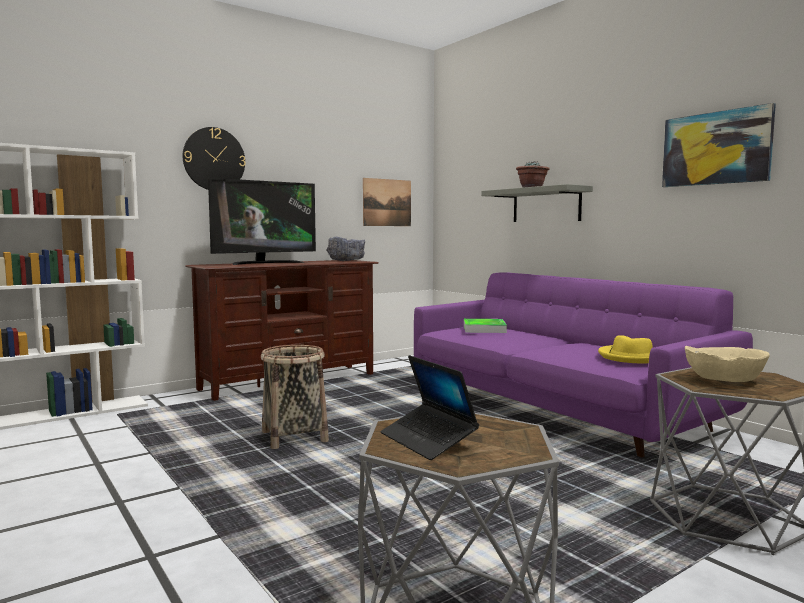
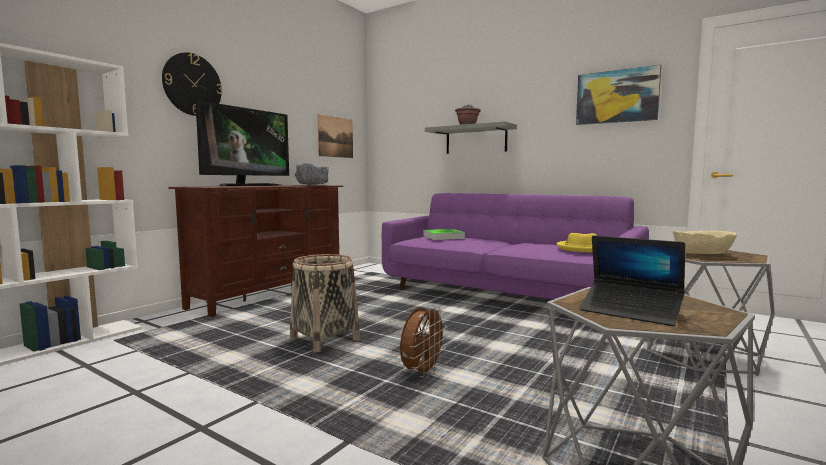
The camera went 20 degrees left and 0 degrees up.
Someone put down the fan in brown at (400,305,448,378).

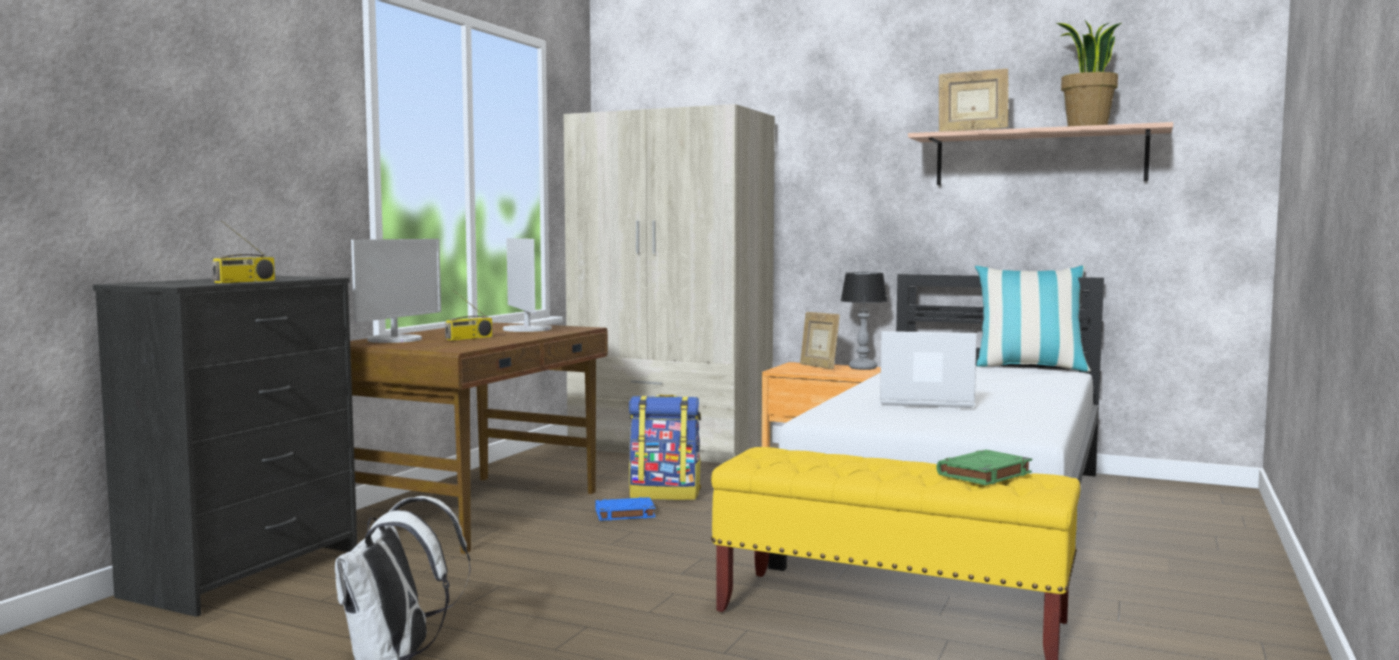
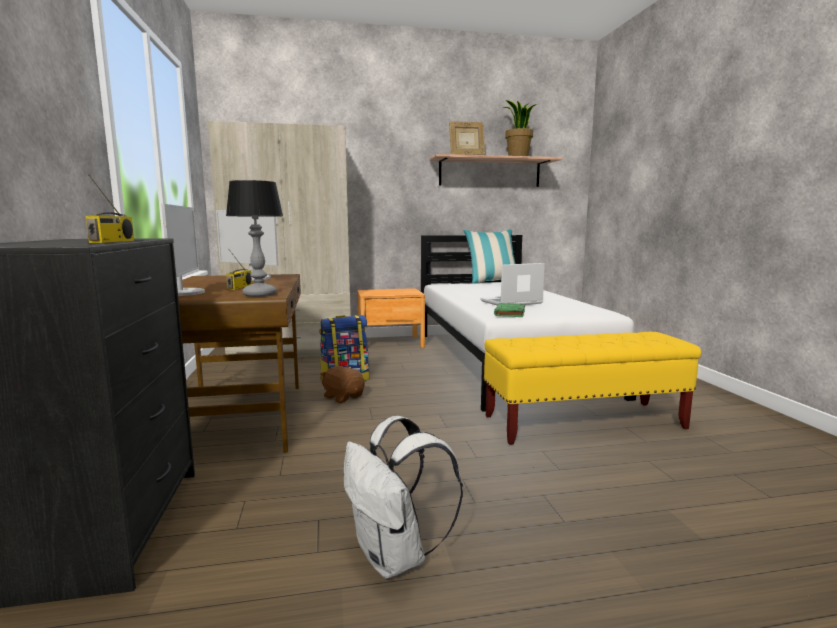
The camera went 35 degrees left and 5 degrees up.
Someone took away the picture frame at (800,312,840,369).
Someone carried the table lamp from (841,272,888,370) to (226,180,283,297).
Someone carried the book in green from (936,450,1032,485) to (494,303,525,317).
Someone swapped the book in blue at (595,497,656,521) for the plush toy in brown at (320,366,365,403).

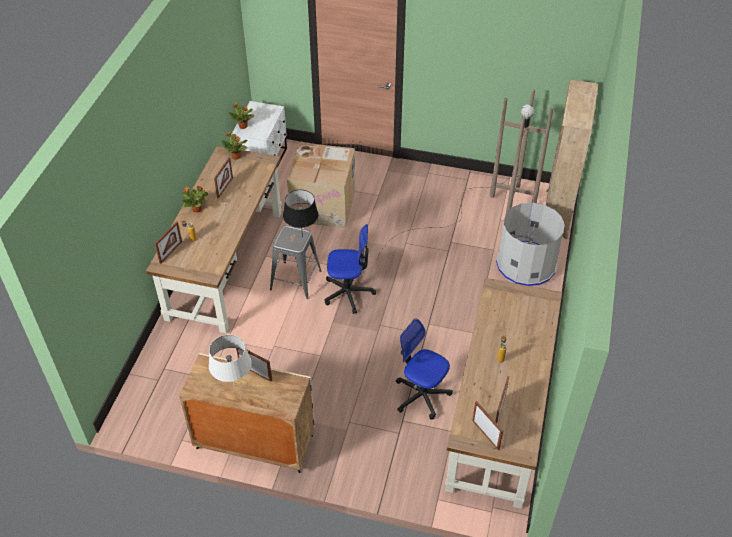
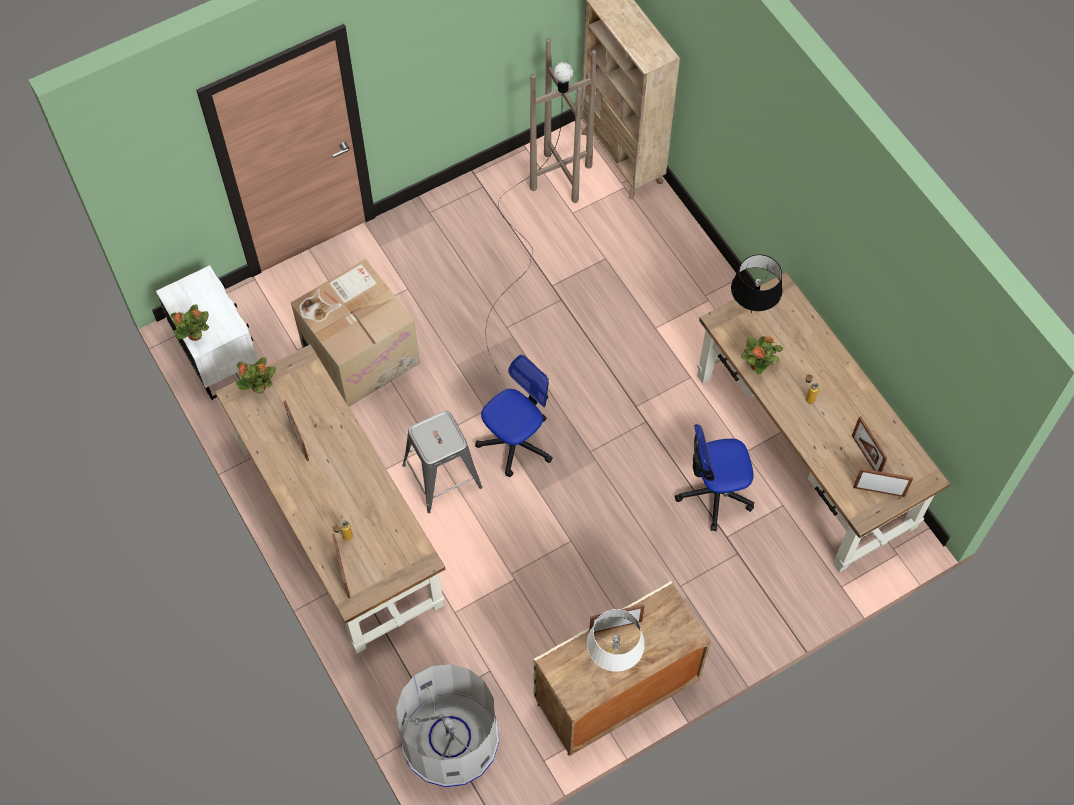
The camera went 45 degrees left and 15 degrees up.
Someone carried the potted plant from (182,186,208,212) to (741,336,783,375).
Someone carried the table lamp in black from (283,190,318,238) to (731,254,782,313).
Someone carried the trash can in grey from (496,203,565,286) to (396,664,499,787).

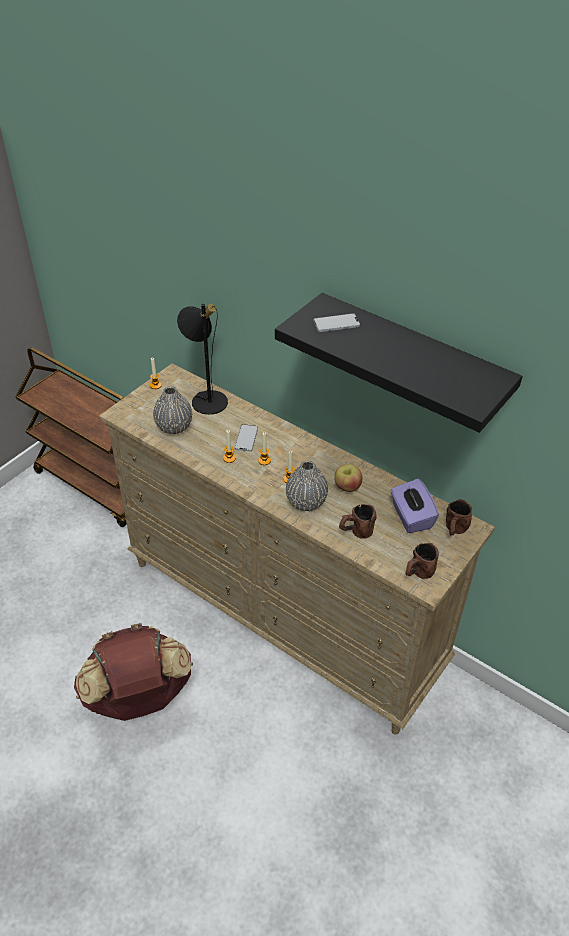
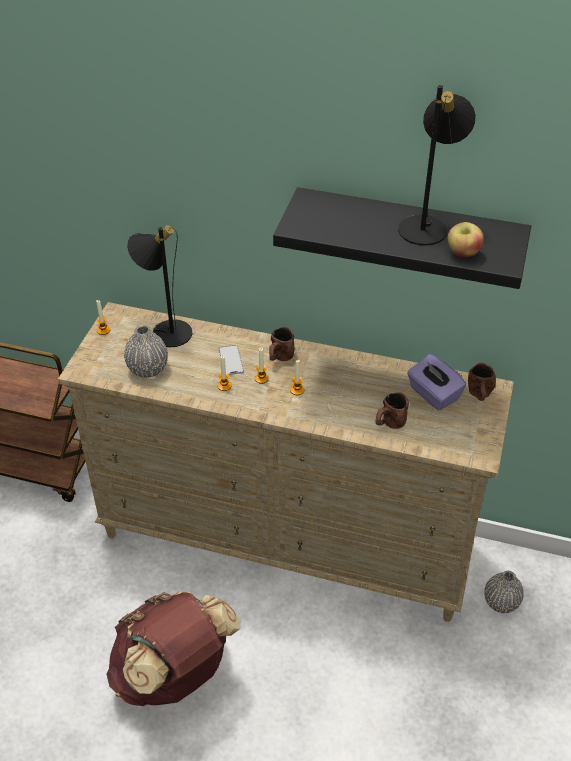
The camera went 20 degrees left and 0 degrees up.
Someone took away the phone at (313,313,360,332).
Someone put down the table lamp in black at (398,85,476,246).
Someone carried the vase in grey from (286,460,328,511) to (484,571,524,613).
Someone carried the apple from (334,464,362,492) to (447,222,484,257).
Someone carried the mug in brown from (405,543,439,579) to (269,326,295,361).

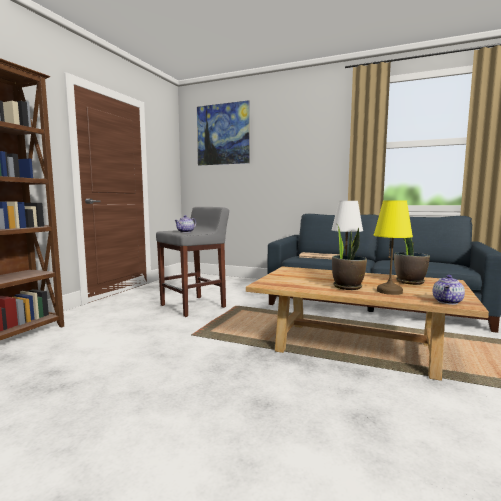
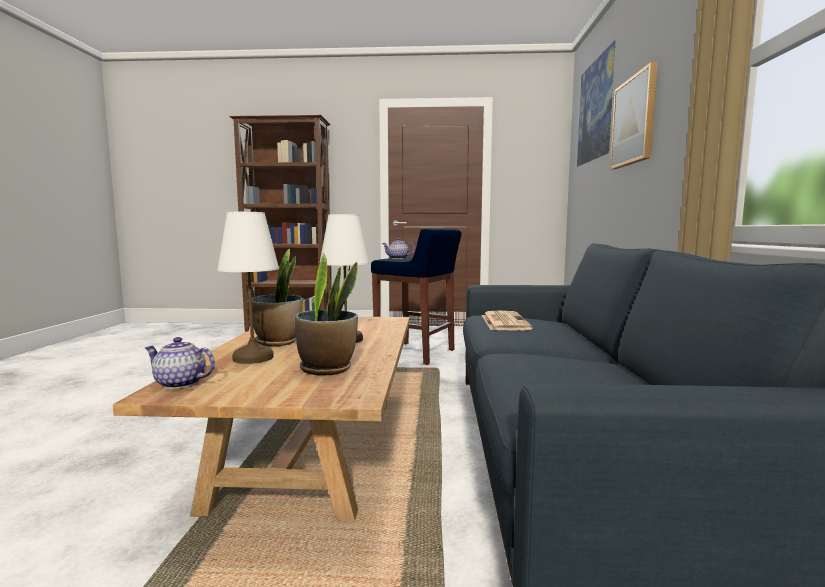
The camera went 70 degrees right and 0 degrees up.
Someone put up the picture at (610,62,658,169).
Someone repainted the stool in grey at (156,207,229,317), which became the stool in blue at (371,228,462,365).
Someone repainted the table lamp in yellow at (374,201,413,295), which became the table lamp in white at (217,212,279,364).

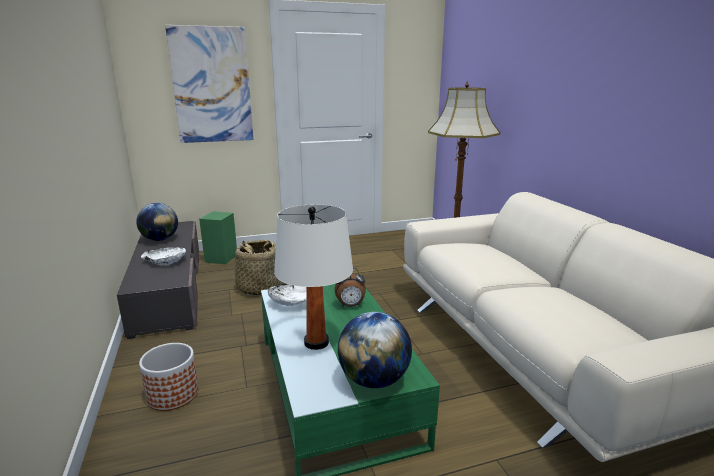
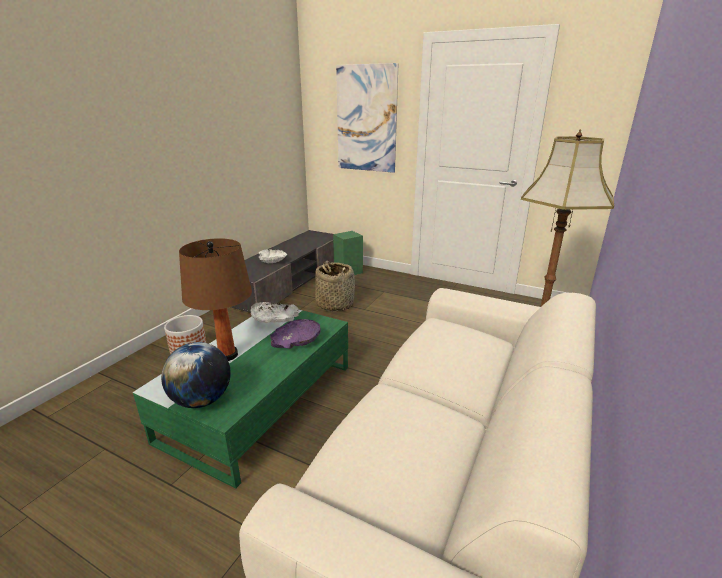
The camera went 45 degrees right and 5 degrees up.
Someone took away the globe at (136,203,178,241).
Someone swapped the alarm clock at (334,268,366,307) for the bowl in purple at (270,319,321,349).
Someone repainted the table lamp in white at (274,204,353,350), which became the table lamp in brown at (179,238,252,361).

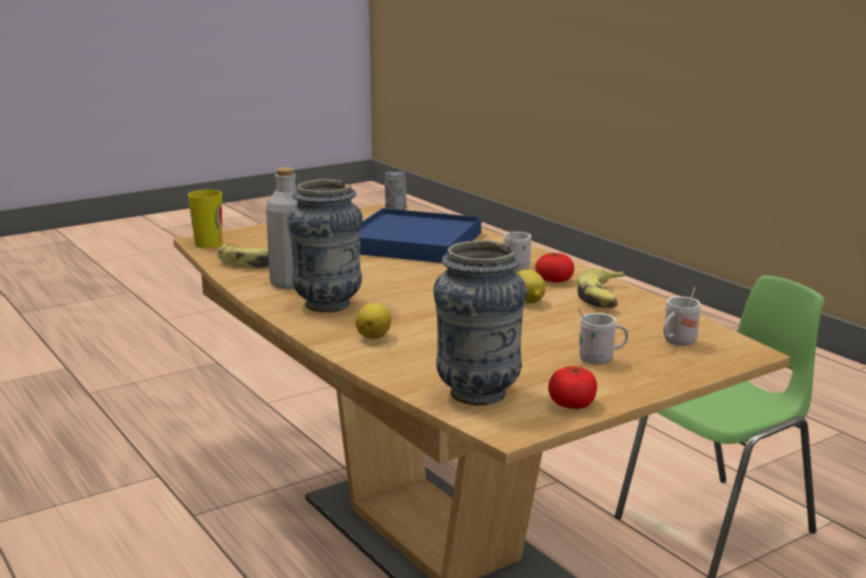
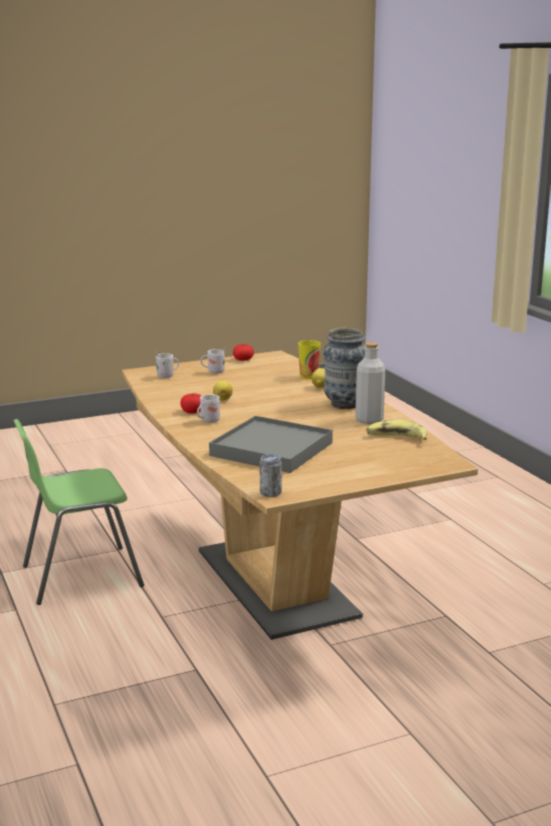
The camera went 170 degrees left and 0 degrees up.
Someone took away the vase at (433,240,527,405).
Someone took away the banana at (577,269,625,308).
Someone carried the cup from (188,190,222,248) to (298,340,321,379).
Someone repainted the tray in blue at (360,208,481,263), which became the tray in grey at (209,416,333,473).

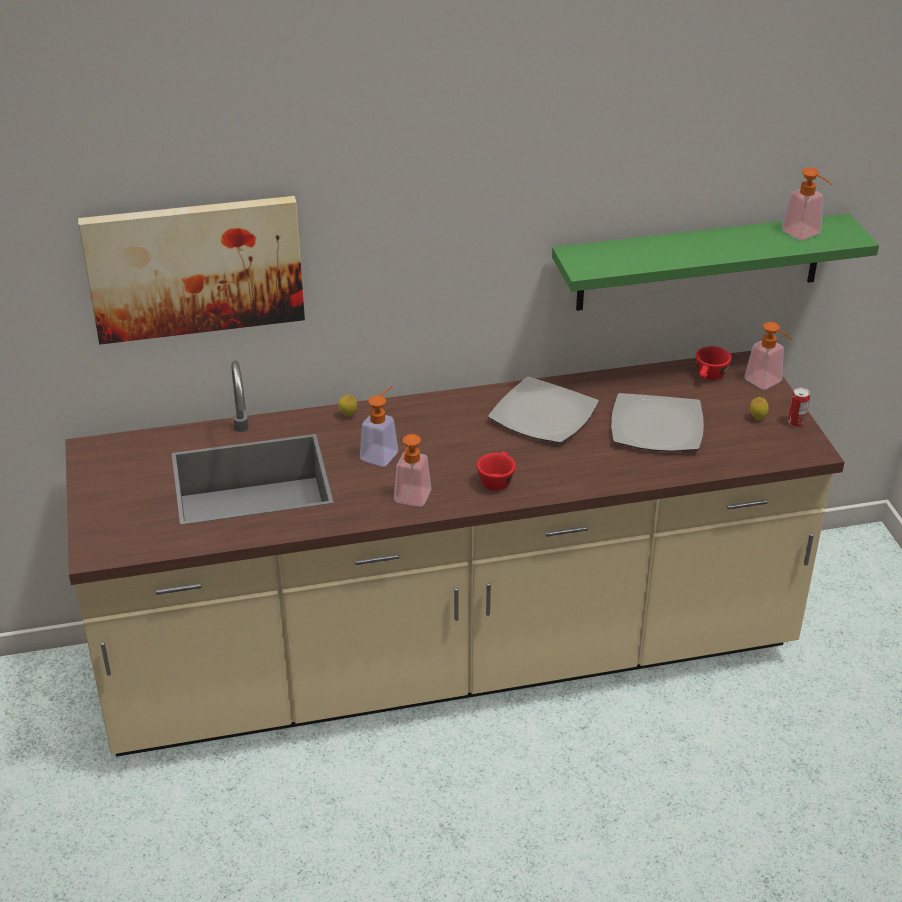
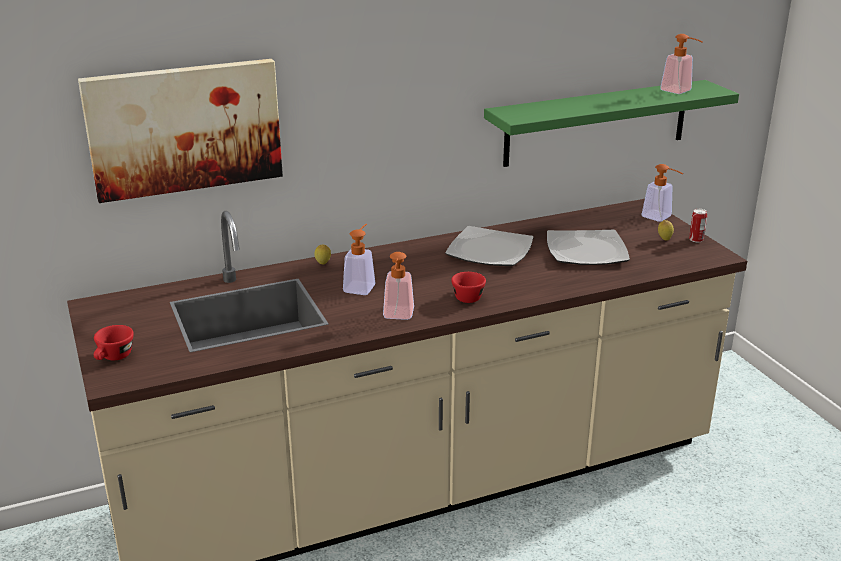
The camera went 10 degrees left and 10 degrees down.
Someone carried the cup in red from (696,346,731,380) to (94,325,134,360).

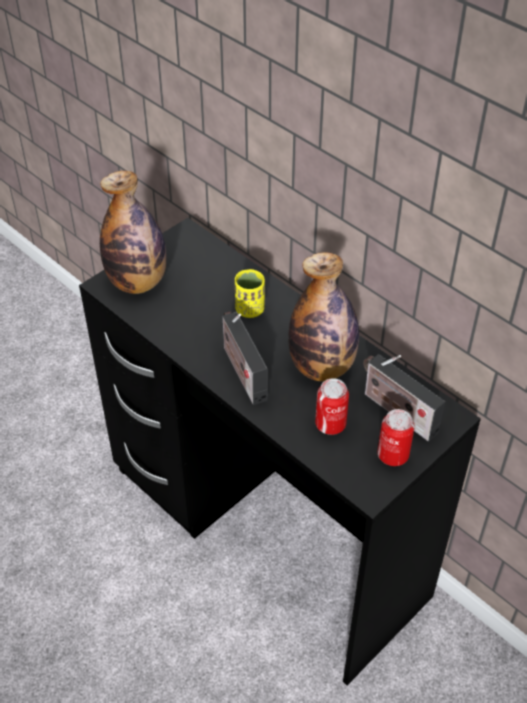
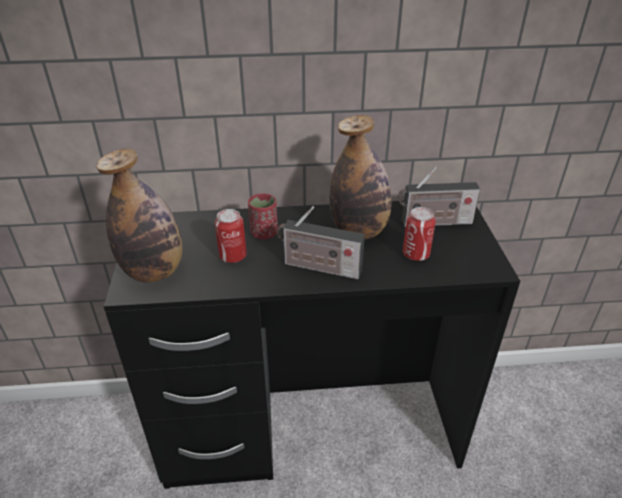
The camera went 50 degrees left and 10 degrees down.
Someone carried the can from (378,409,415,466) to (215,209,246,263).
Someone repainted the cup in yellow at (235,269,265,318), which became the cup in red at (248,193,278,240).

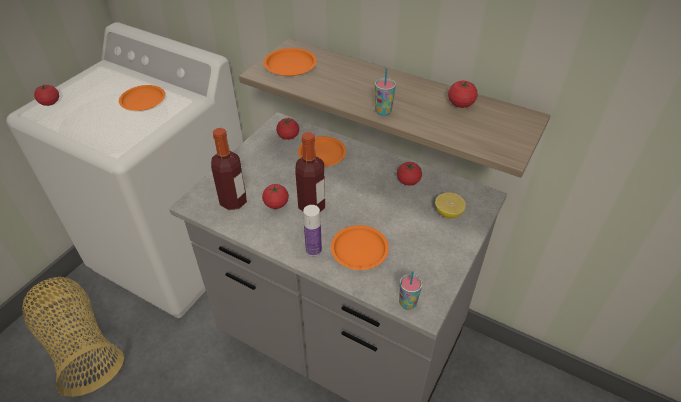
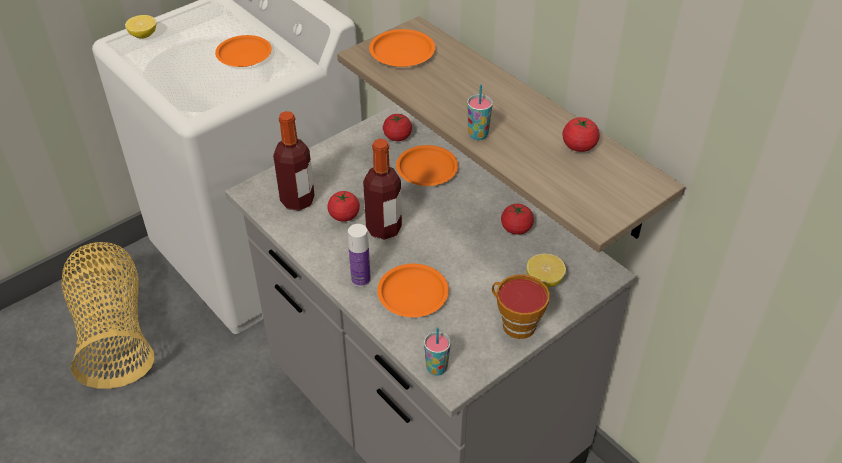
The camera went 20 degrees right and 0 degrees up.
Someone put down the cup at (492,274,550,339).
Someone swapped the tomato at (34,85,59,106) for the lemon at (125,15,156,39).

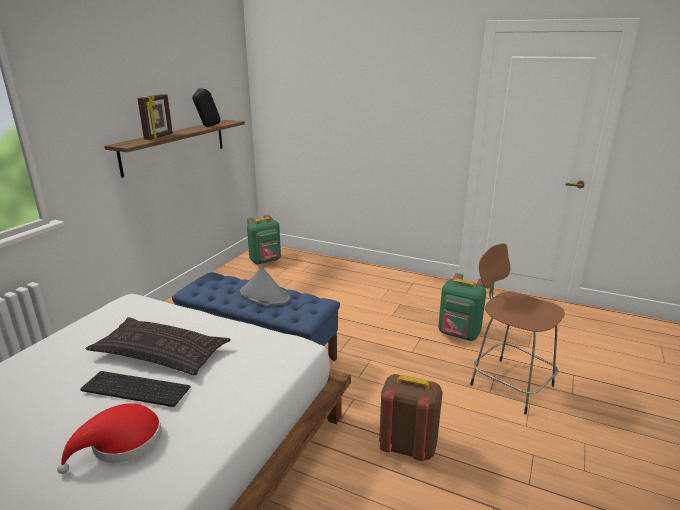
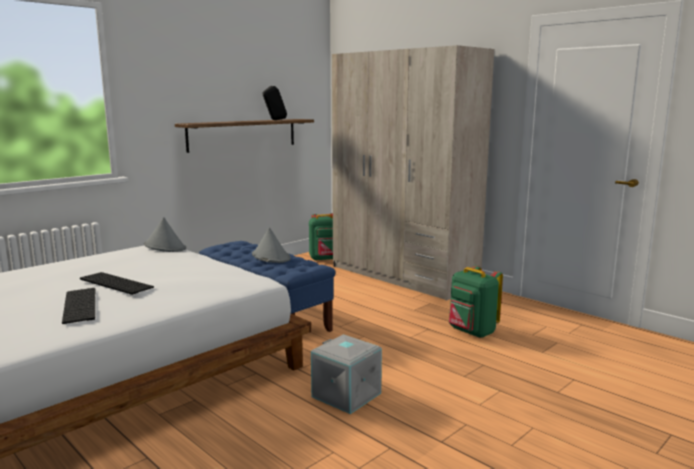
The camera went 20 degrees right and 10 degrees down.
Someone took away the pillow at (85,317,231,376).
Someone took away the picture frame at (137,94,173,140).
Someone took away the stool in brown at (470,243,565,415).
Someone put down the hat in grey at (144,217,186,252).
Someone put down the wardrobe in beige at (332,45,494,301).
Someone swapped the hat in red at (57,403,162,474) for the keyboard at (62,288,95,324).
Someone swapped the backpack in brown at (379,374,443,461) for the storage box in grey at (311,334,382,414).

